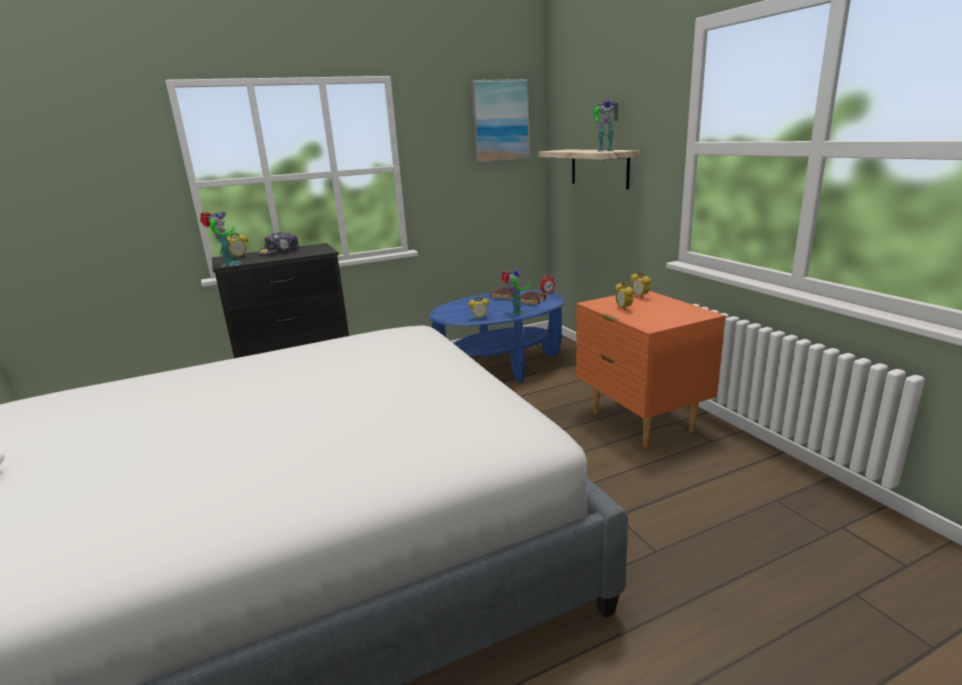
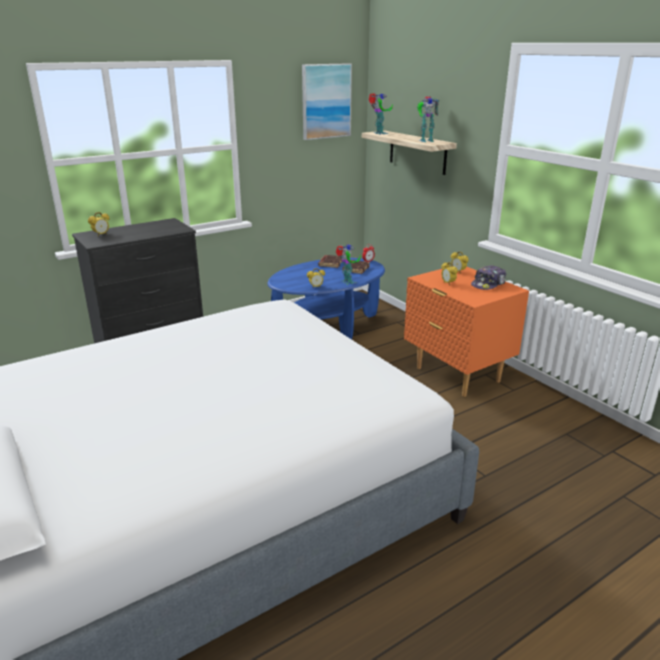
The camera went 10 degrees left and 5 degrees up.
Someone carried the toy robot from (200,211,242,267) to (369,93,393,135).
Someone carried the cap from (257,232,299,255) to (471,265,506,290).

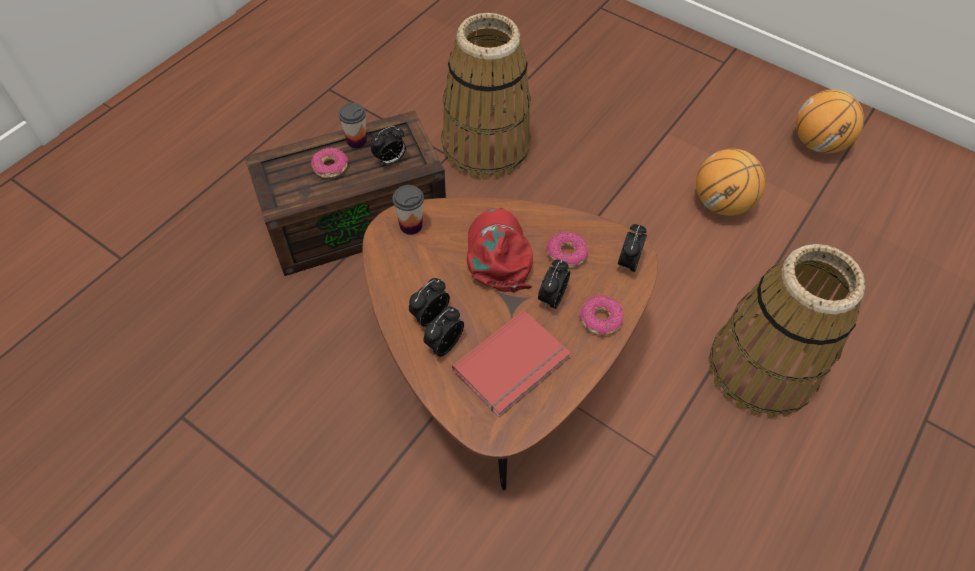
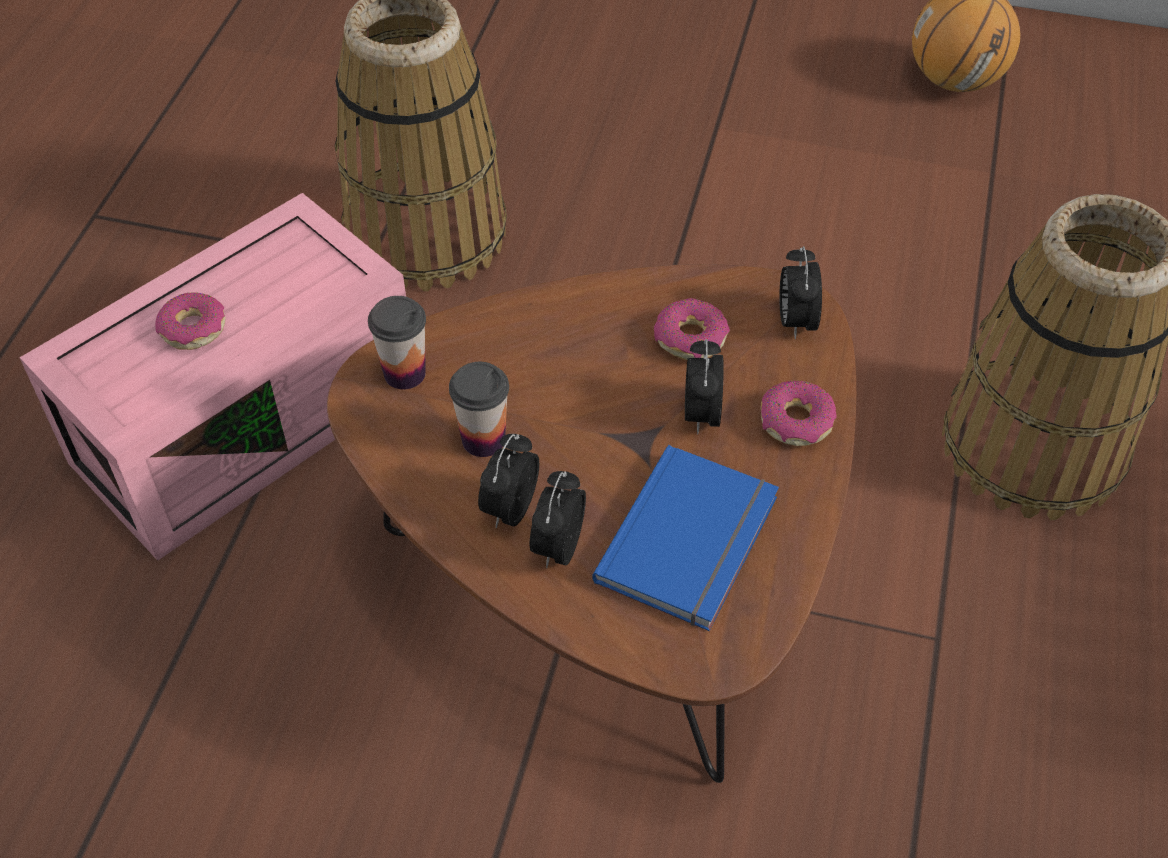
The camera went 20 degrees left and 5 degrees down.
Someone took away the alarm clock at (371,126,406,166).
Someone took away the cap in red at (467,208,533,293).
Someone took away the basketball at (696,149,766,216).
Someone carried the cup from (338,103,367,148) to (449,362,509,457).
Someone repainted the storage box in brown at (244,110,446,276), which became the storage box in pink at (20,193,406,561).
Someone repainted the book in red at (452,310,571,417), which became the book in blue at (592,445,779,631).

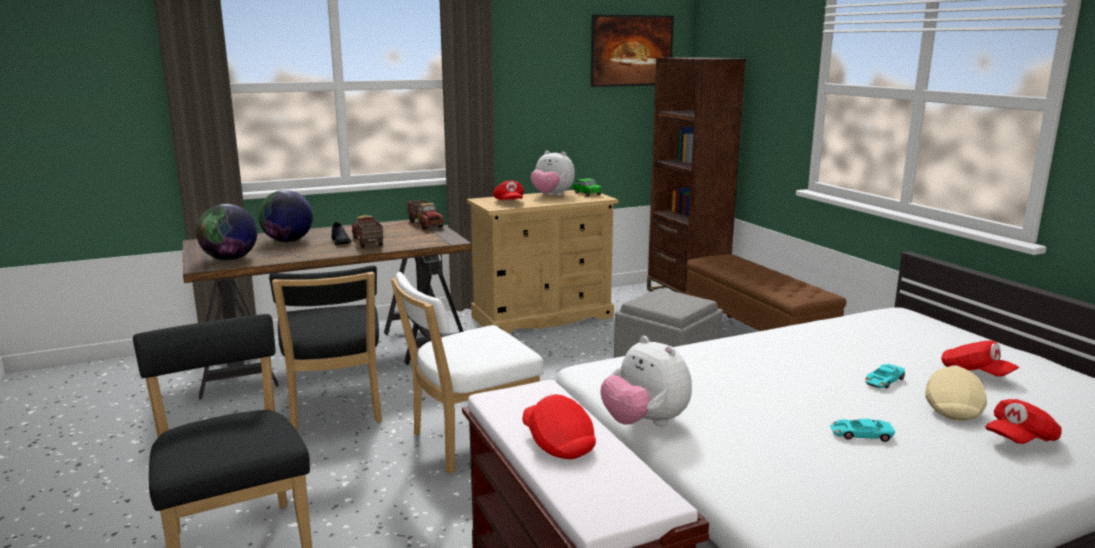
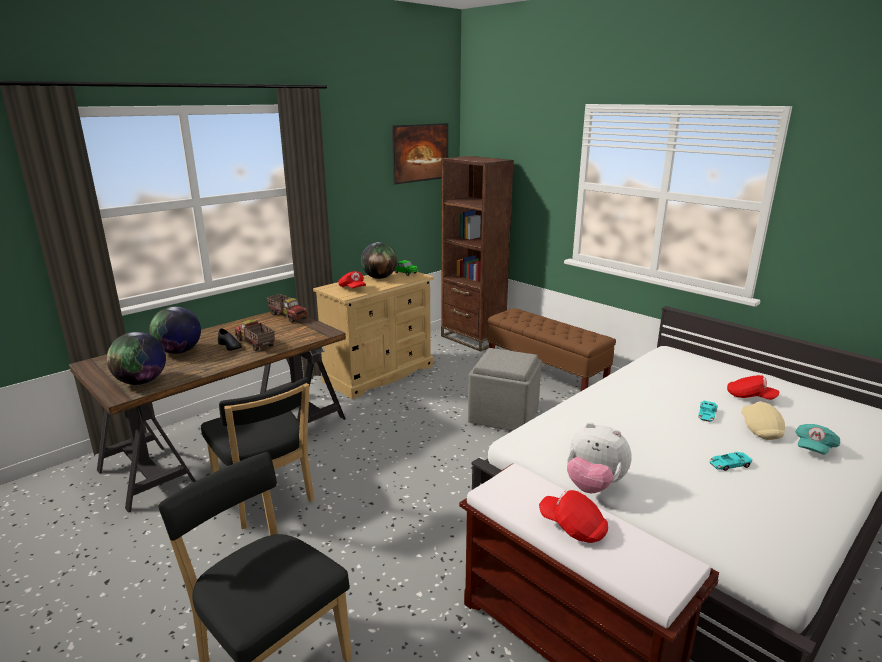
The camera went 20 degrees left and 5 degrees up.
Someone took away the chair in white at (391,272,544,474).
Someone swapped the plush toy at (531,150,575,196) for the globe at (361,242,397,279).
Someone repainted the cap in red at (985,399,1062,444), which became the cap in turquoise at (796,424,840,455).

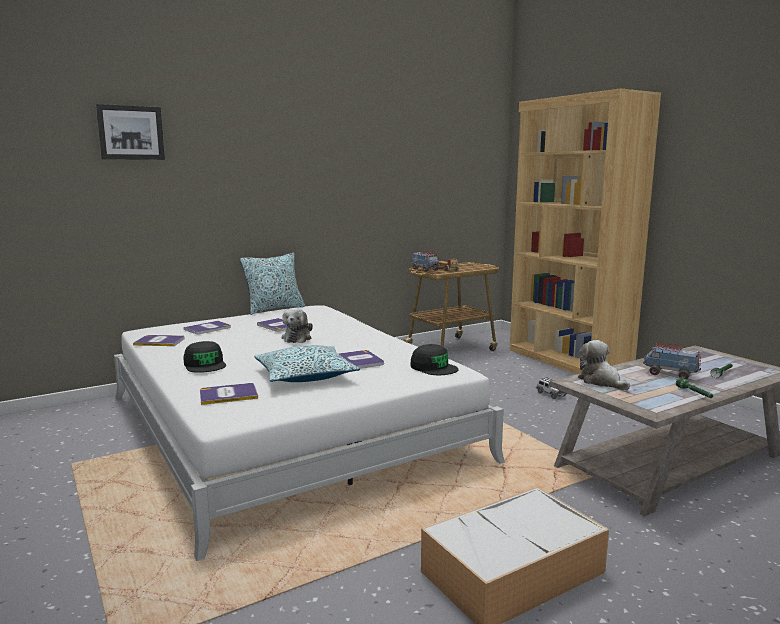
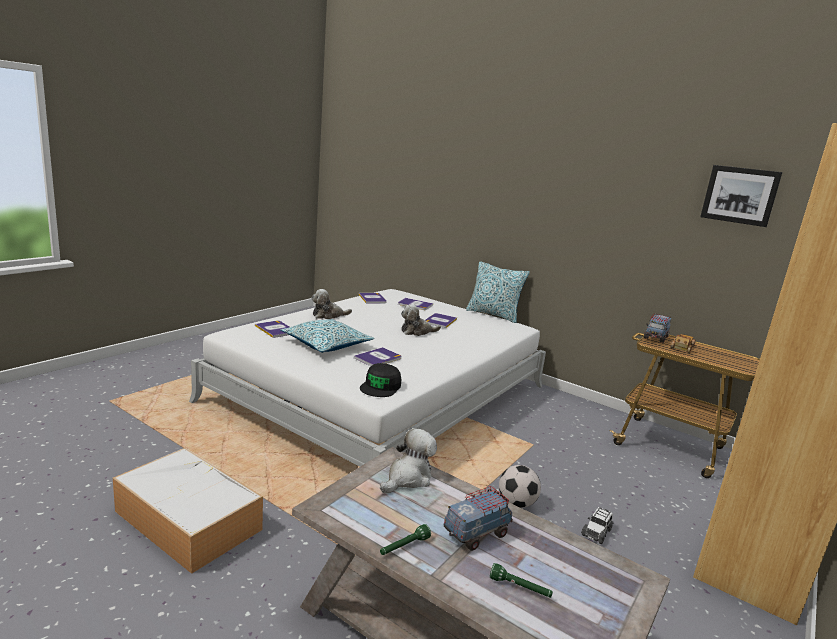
The camera went 65 degrees right and 5 degrees up.
Someone put down the football at (499,465,541,508).
Someone carried the picture from (96,104,165,160) to (700,165,783,227).
Someone swapped the cap in black at (183,341,226,373) for the plush toy at (311,289,352,319).
Someone rotated the toy truck at (643,342,701,379) by 45 degrees clockwise.

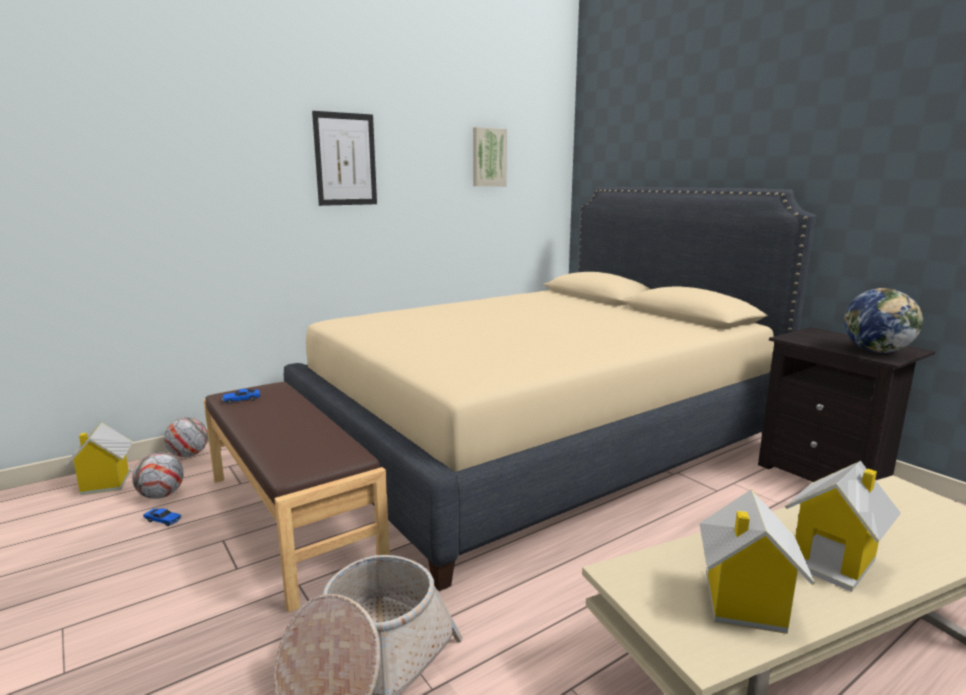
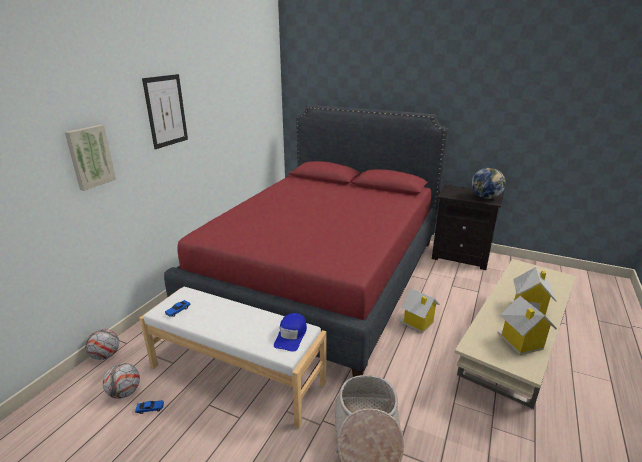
The camera went 30 degrees left and 10 degrees up.
Someone put down the cap in blue at (274,313,307,352).
Someone carried the toy house from (64,422,133,495) to (399,288,440,333).
Someone carried the picture from (473,127,507,186) to (65,125,116,191).
Someone repainted the bench in brown at (203,382,390,613), which became the bench in white at (140,287,327,429).
Someone repainted the bed in beige at (284,187,816,591), which became the bed in red at (164,105,449,377).

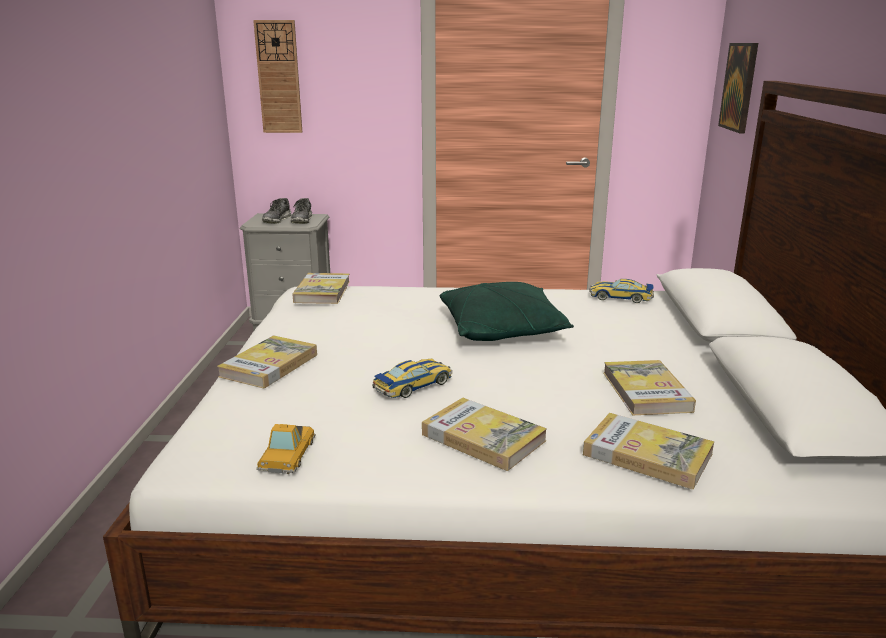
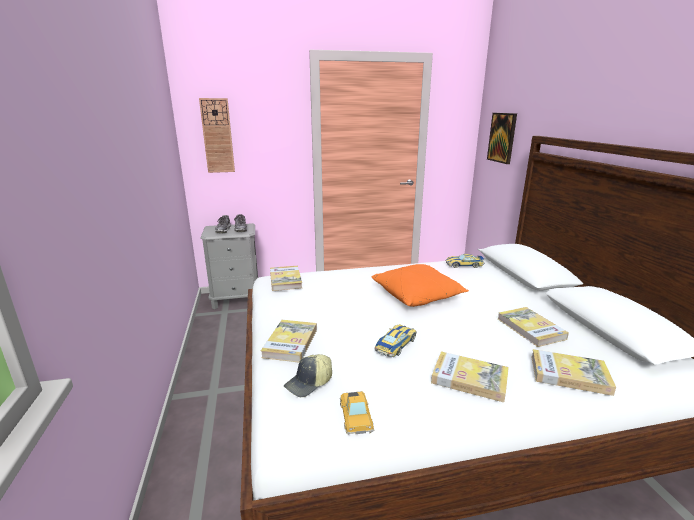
The camera went 15 degrees left and 0 degrees up.
Someone put down the cap at (284,354,332,397).
Someone repainted the pillow in green at (440,282,574,341), which became the pillow in orange at (372,264,469,307).

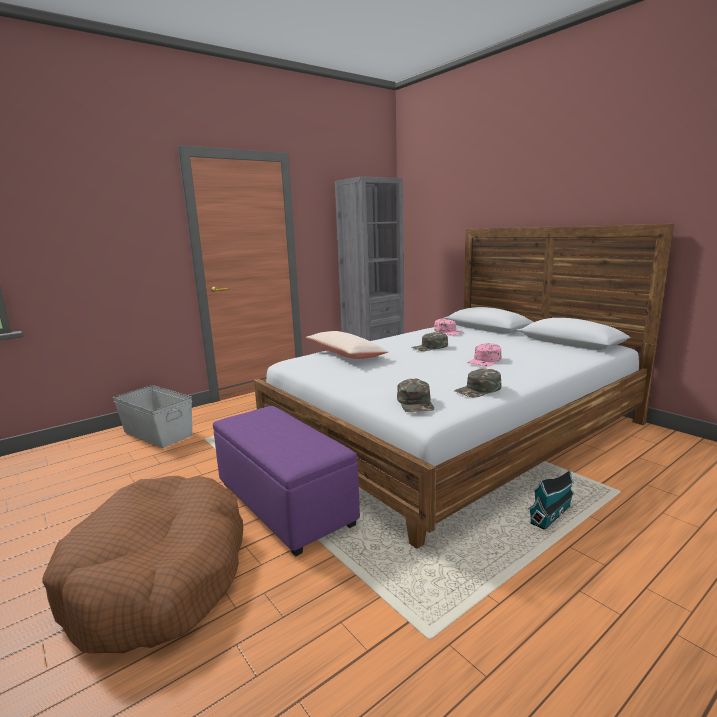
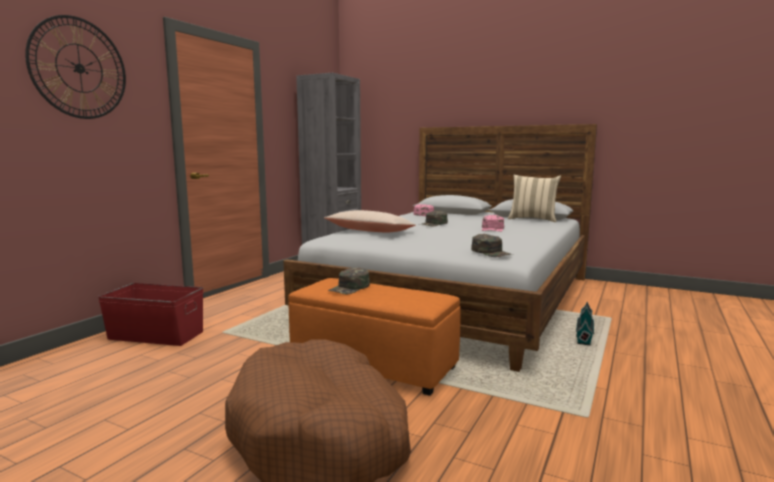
The camera went 25 degrees left and 5 degrees down.
Someone put up the wall clock at (25,15,126,119).
Someone put down the pillow in beige at (508,175,561,222).
Someone carried the cap in green from (455,369,501,398) to (328,268,370,294).
Someone repainted the storage box in grey at (113,385,192,448), which became the storage box in red at (98,283,204,346).
Someone repainted the ottoman in purple at (213,406,360,556), which became the ottoman in orange at (288,278,461,396).

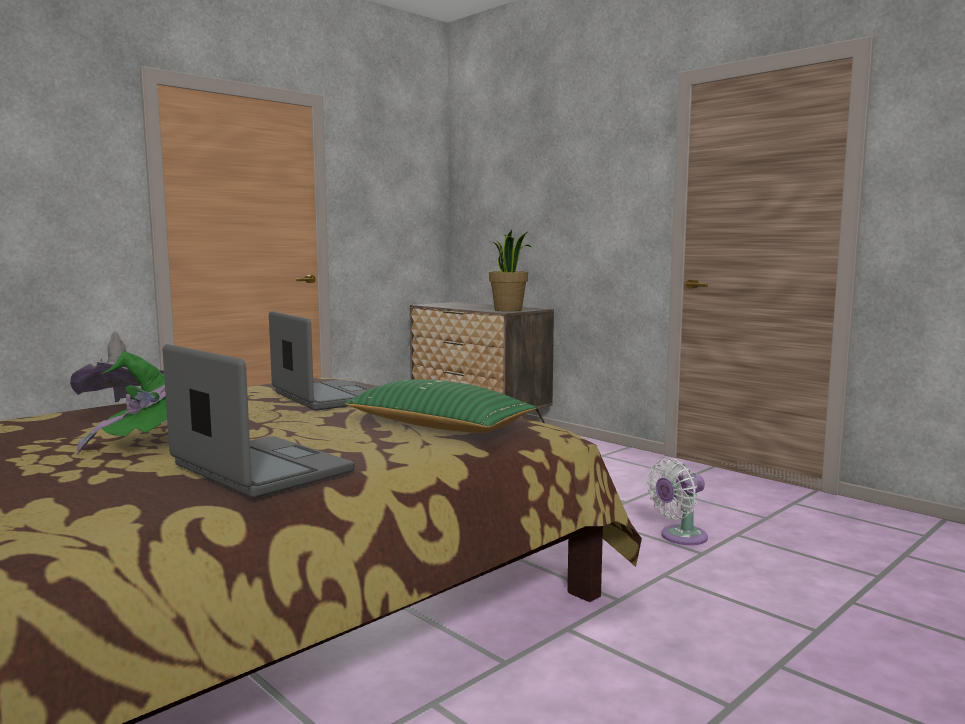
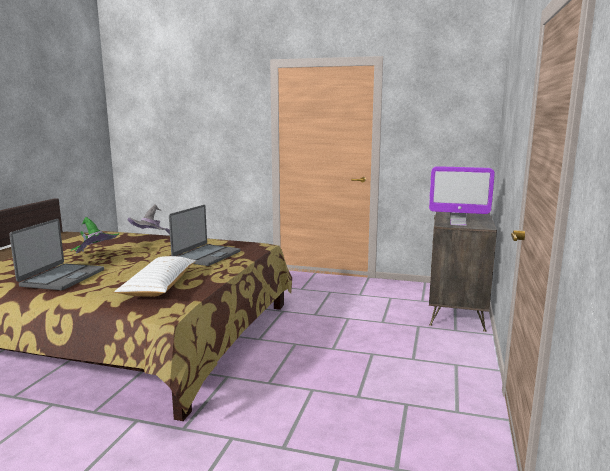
The camera went 60 degrees right and 5 degrees up.
Someone took away the fan in white at (647,458,708,545).
Someone swapped the potted plant at (489,230,531,311) for the monitor at (429,166,495,226).
Someone repainted the pillow in green at (344,379,536,433), which became the pillow in white at (114,256,196,297).

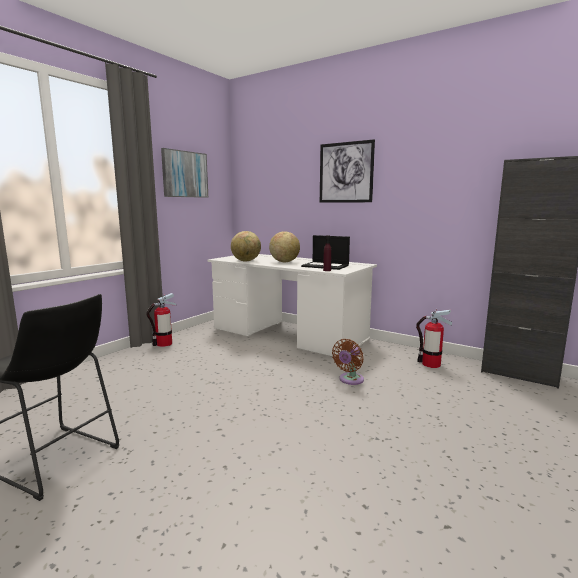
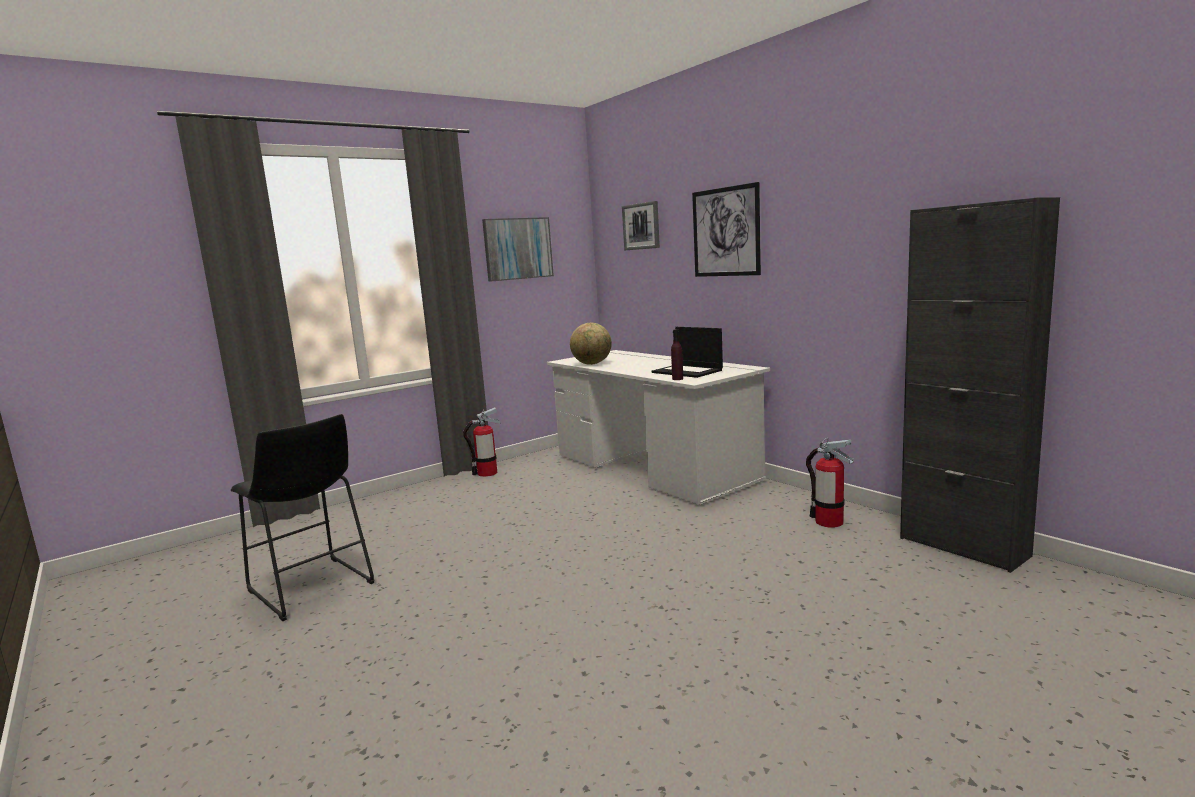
The camera went 20 degrees right and 0 degrees up.
Someone took away the globe at (269,231,300,263).
Someone took away the fan in brown at (332,339,364,385).
Someone put up the picture at (622,201,660,250).

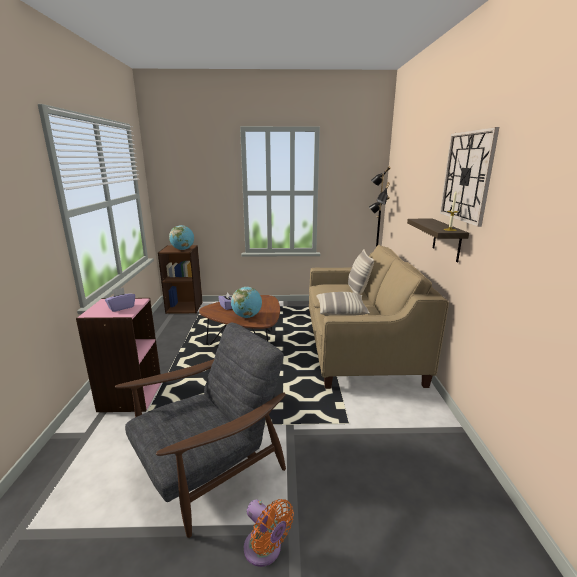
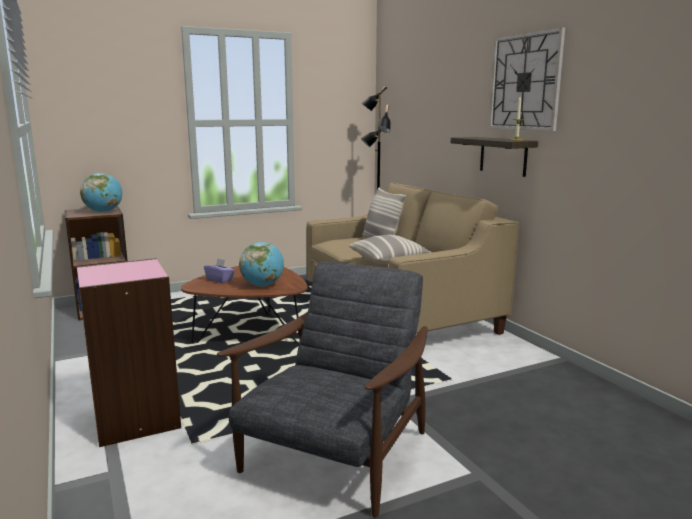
The camera went 25 degrees left and 5 degrees down.
Someone took away the tissue box in purple at (105,287,135,312).
Someone took away the fan in orange at (244,499,294,567).

